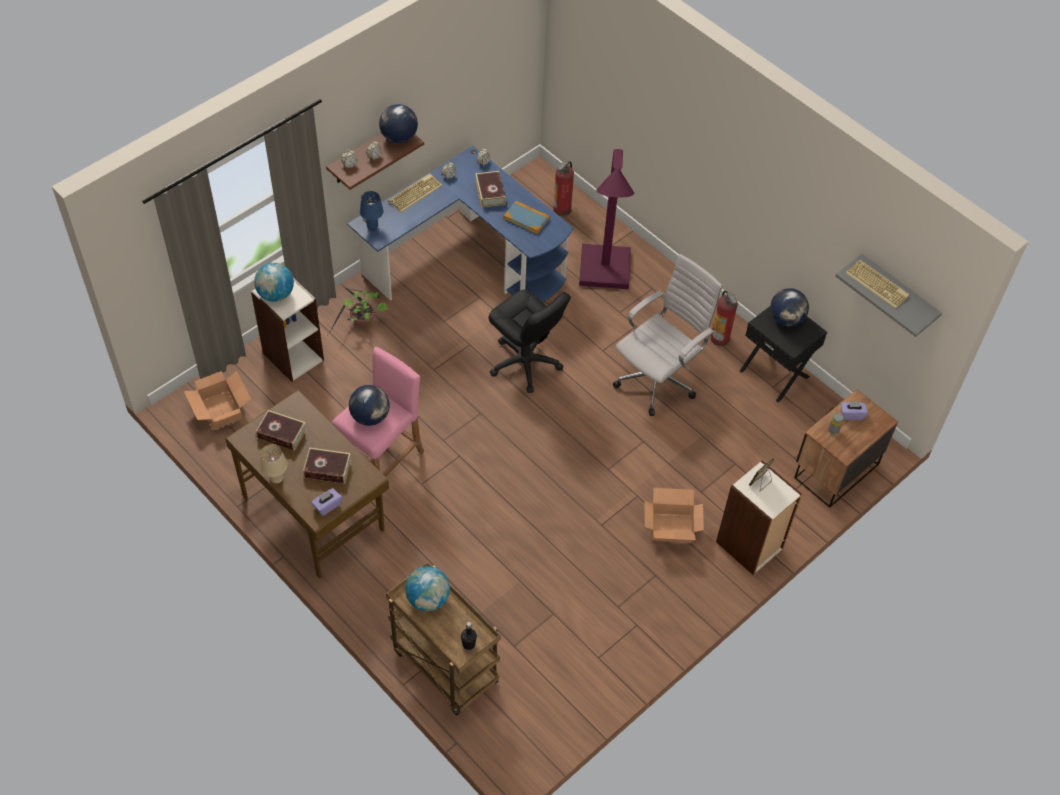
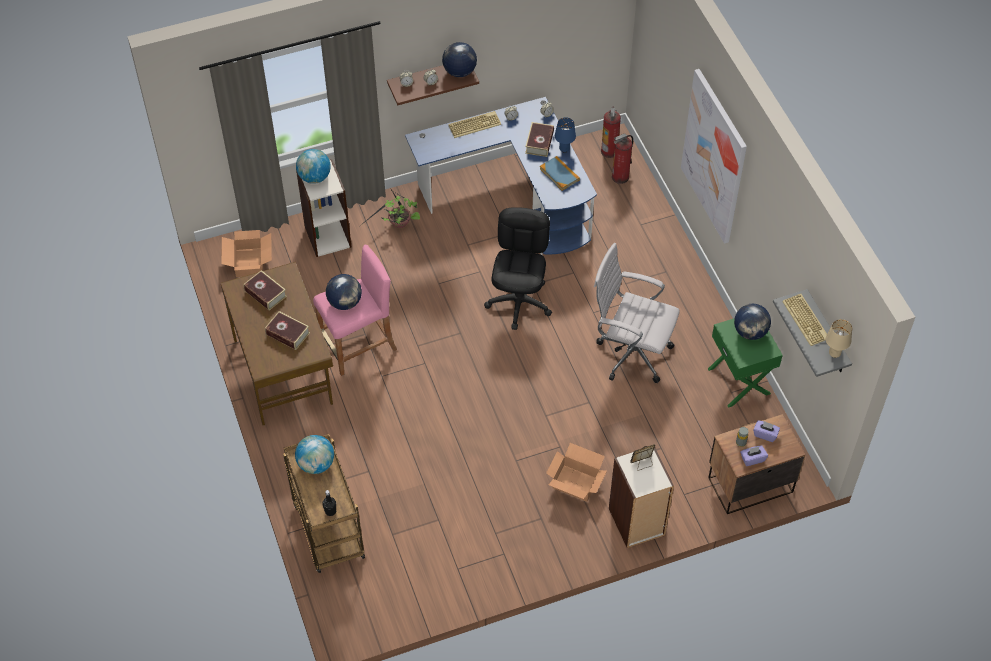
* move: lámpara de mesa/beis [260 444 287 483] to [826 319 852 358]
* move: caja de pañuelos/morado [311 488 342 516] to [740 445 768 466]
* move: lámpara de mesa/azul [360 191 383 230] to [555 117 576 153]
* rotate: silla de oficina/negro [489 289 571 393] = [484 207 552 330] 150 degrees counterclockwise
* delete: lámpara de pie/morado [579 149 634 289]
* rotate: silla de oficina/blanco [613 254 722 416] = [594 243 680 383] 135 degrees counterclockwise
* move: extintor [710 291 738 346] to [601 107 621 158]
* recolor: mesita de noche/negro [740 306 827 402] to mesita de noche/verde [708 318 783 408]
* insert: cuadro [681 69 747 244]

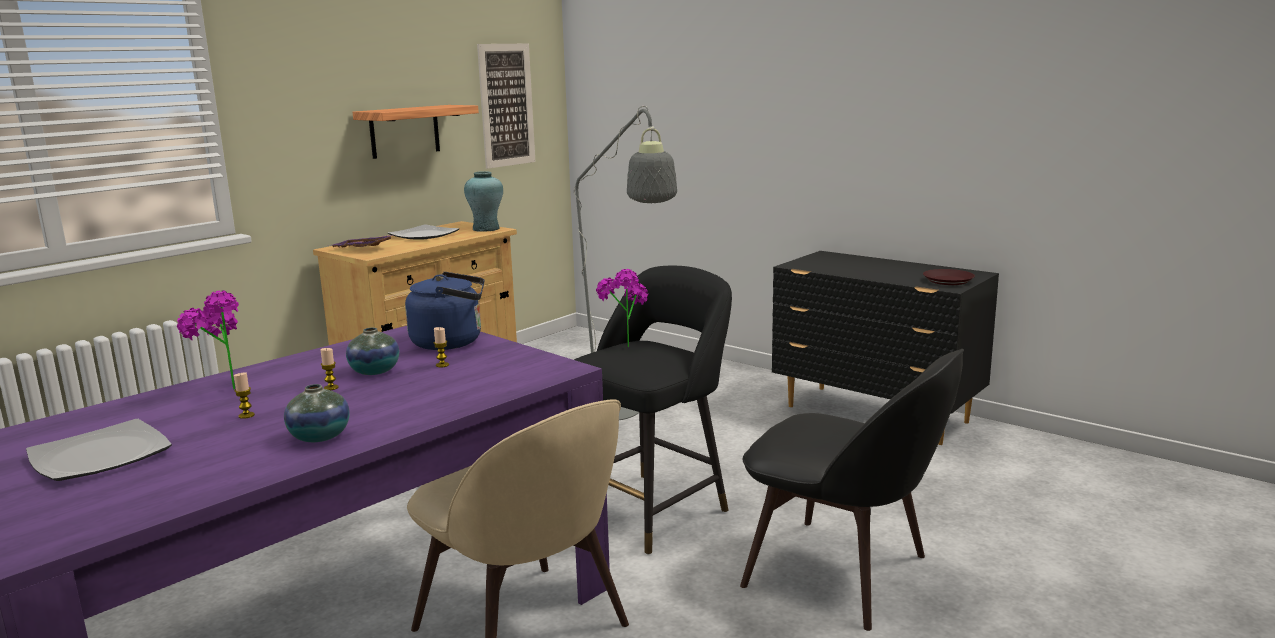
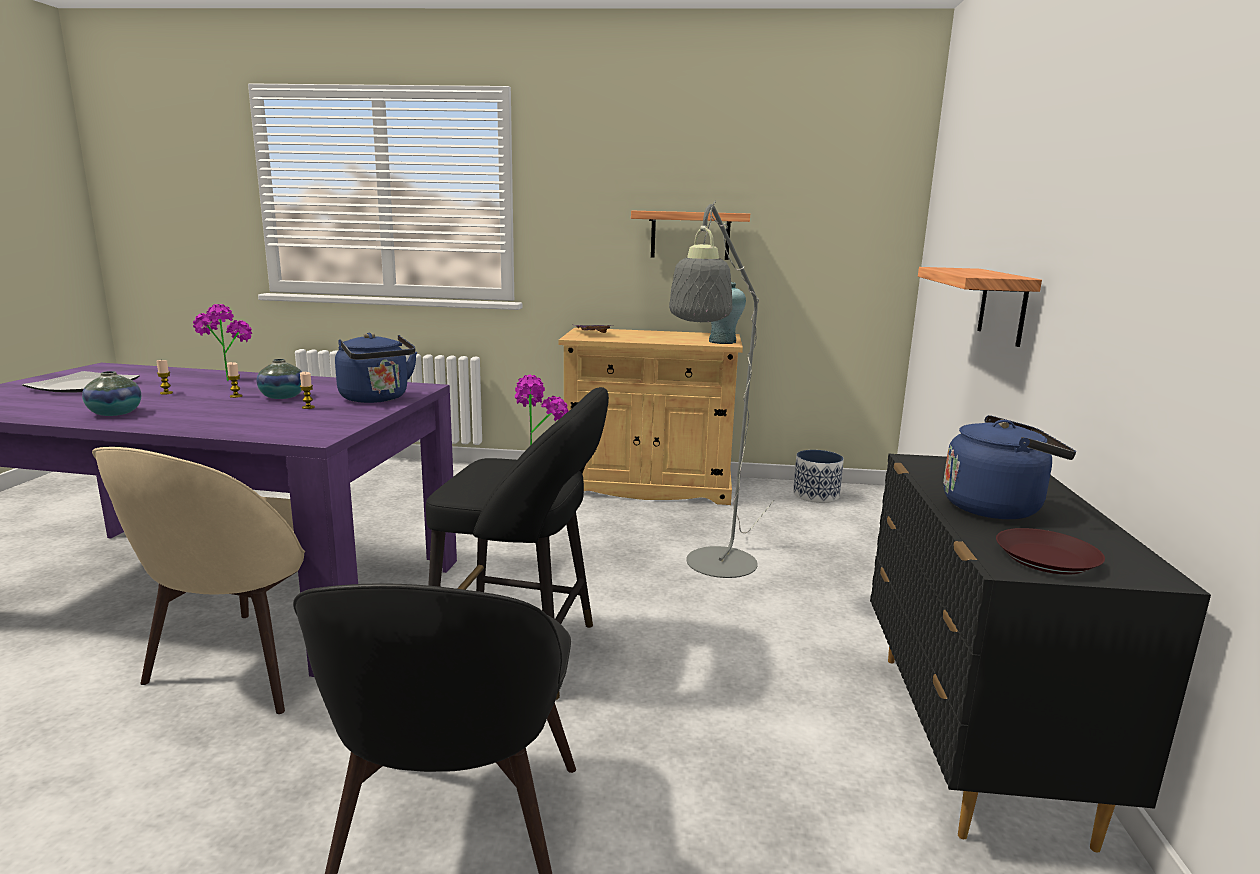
* delete: plato [388 224 459 239]
* delete: cuadro [477 44 536 169]
* insert: maceta [793 450 844 503]
* insert: estante [918 267 1042 347]
* insert: hervidor/azul [943 415 1076 519]

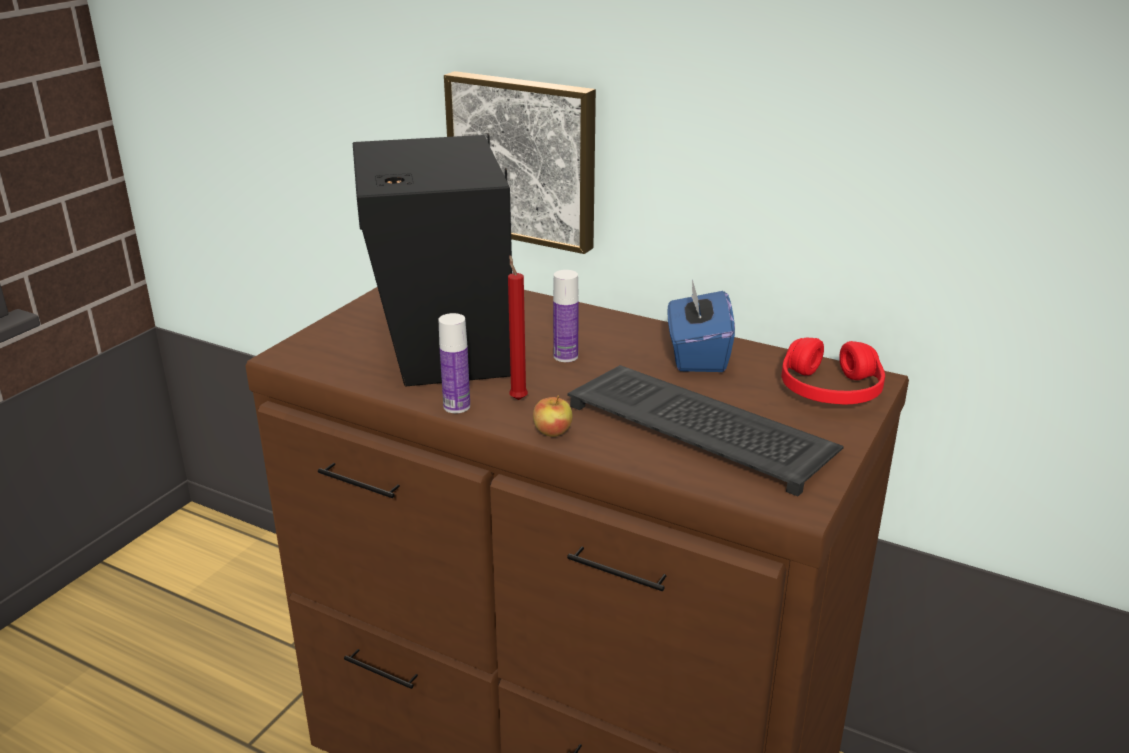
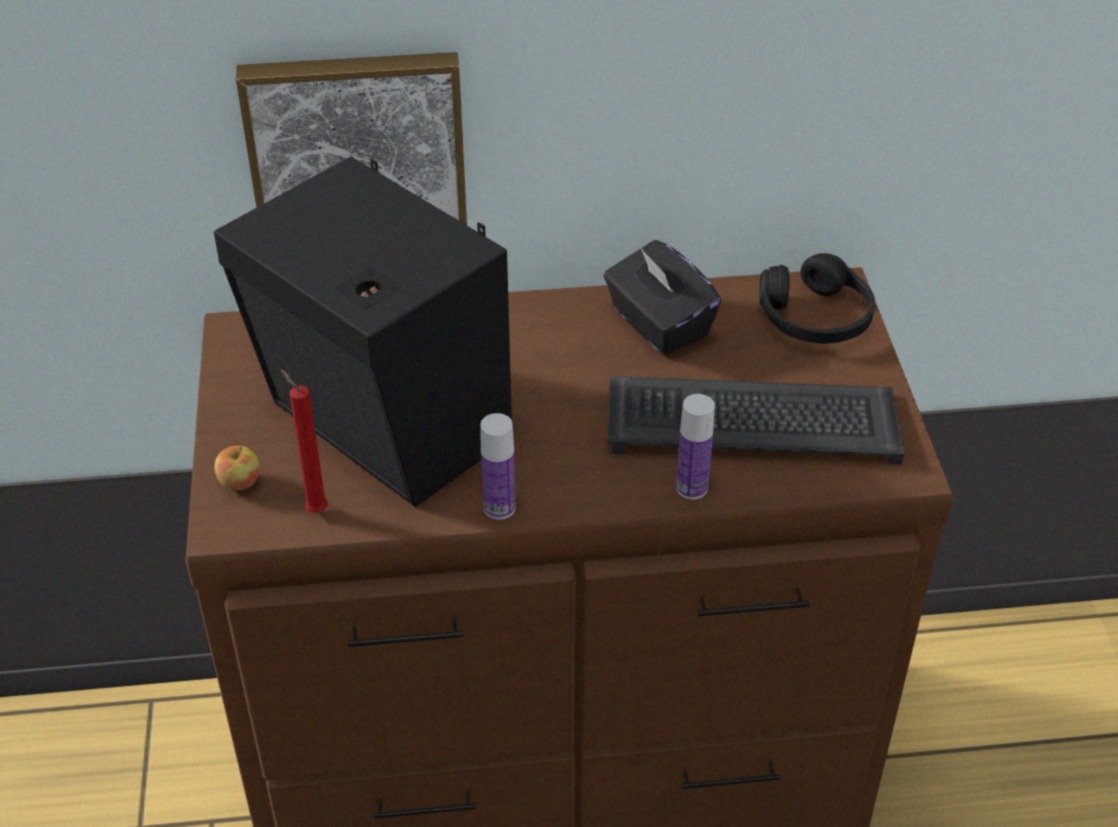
* move: vela/rojo [508 255 528 400] to [281 370 328 513]
* move: manzana [533 395 572 437] to [215 446 260 490]
* move: botella [553 270 579 362] to [676 394 715 500]
* recolor: caja de pañuelos/azul [668 280 735 372] to caja de pañuelos/negro [604 240 721 355]
* recolor: auriculares/rojo [782 338 885 404] to auriculares/negro [759 253 875 344]

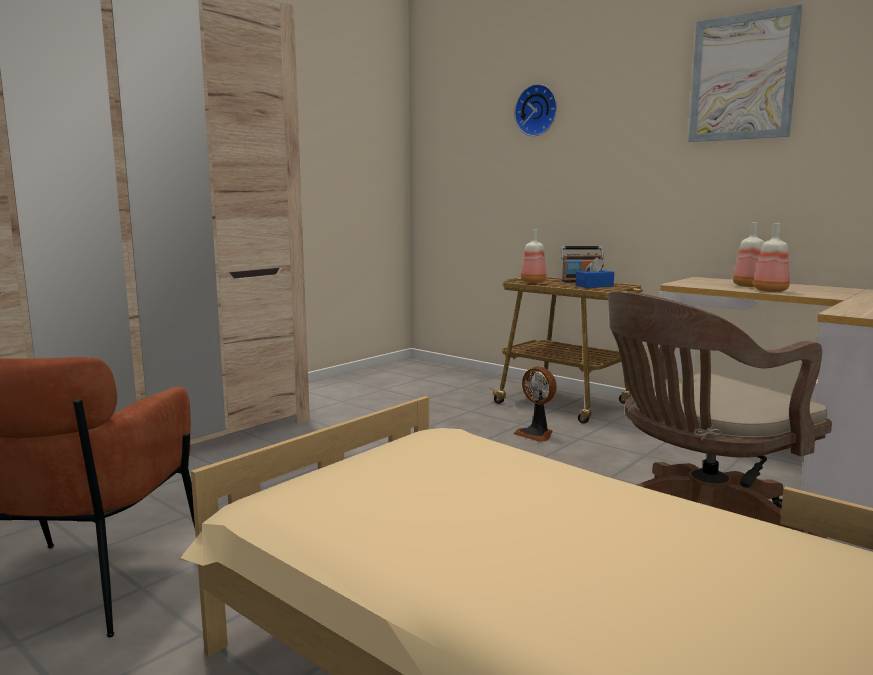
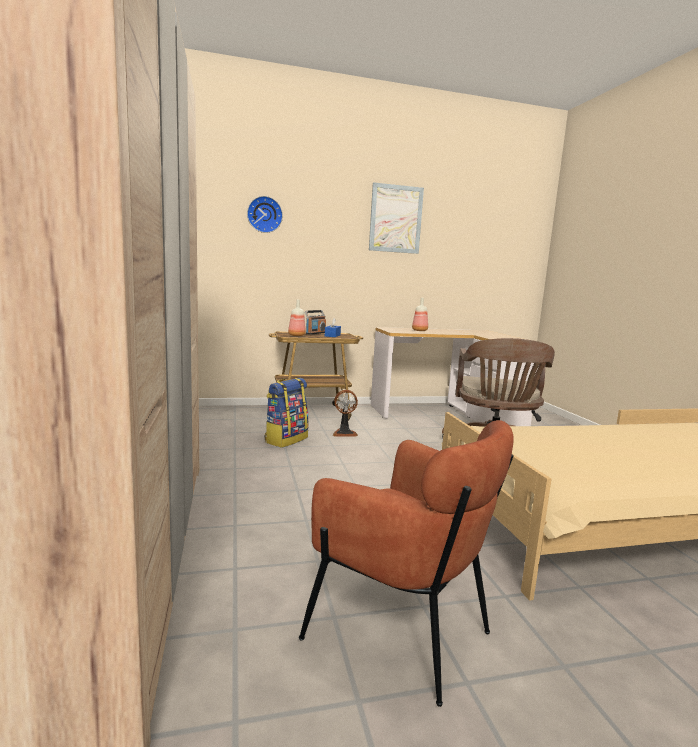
* delete: botella [753 223 790 292]
* insert: mochila [265 378 309 448]

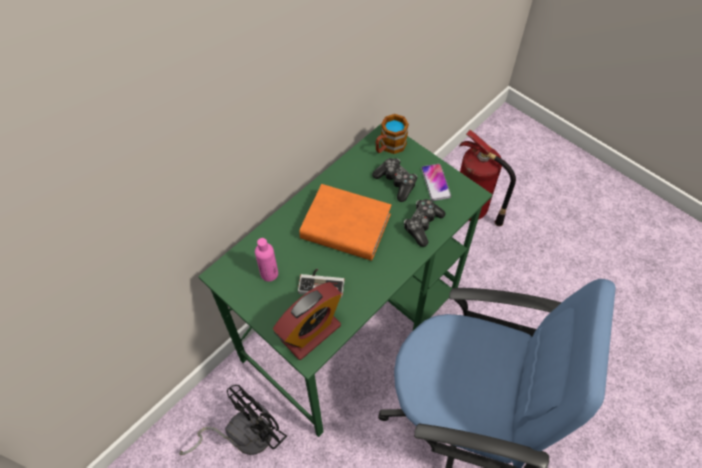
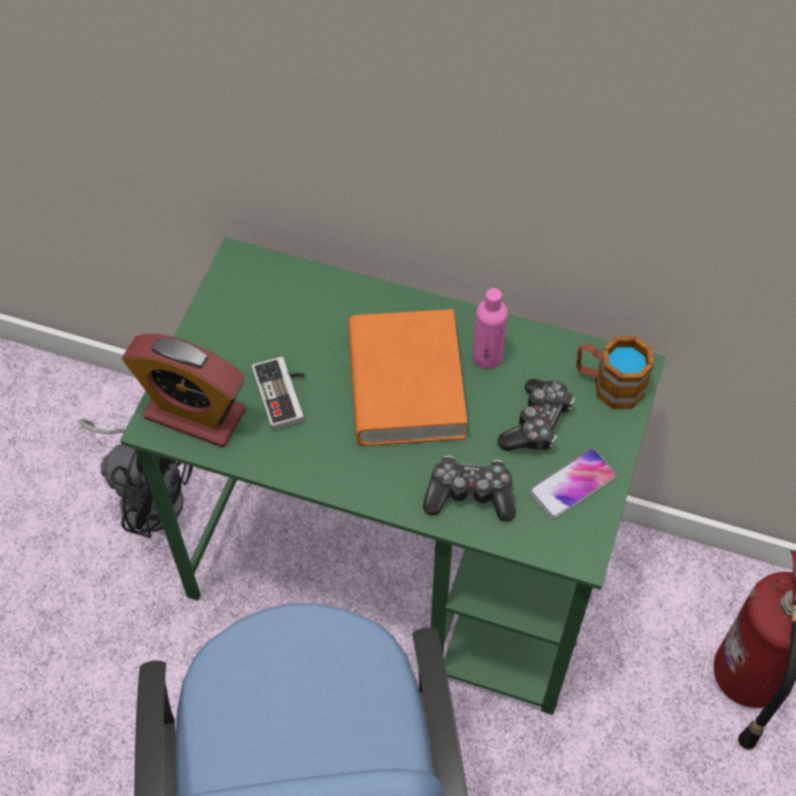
* move: botella/rosa [255 238 278 281] to [472 288 508 369]

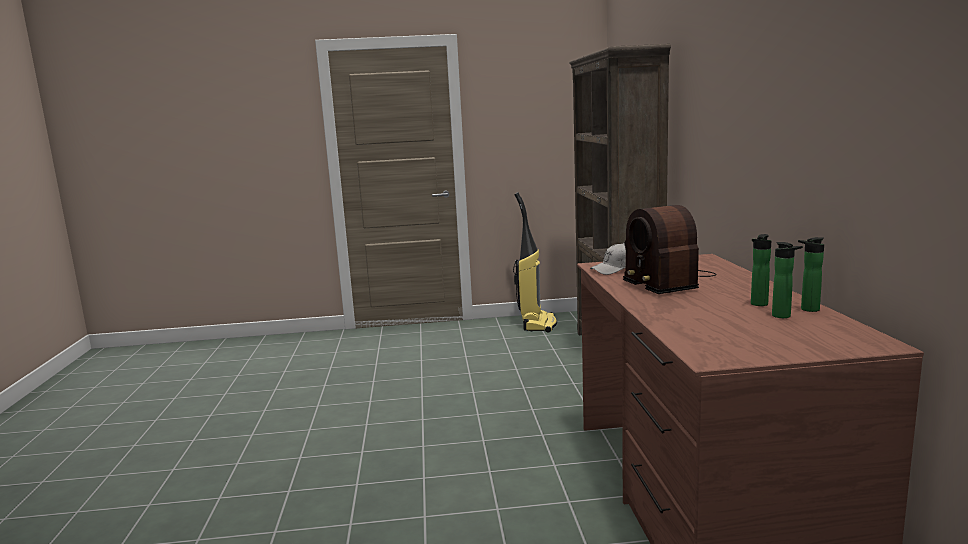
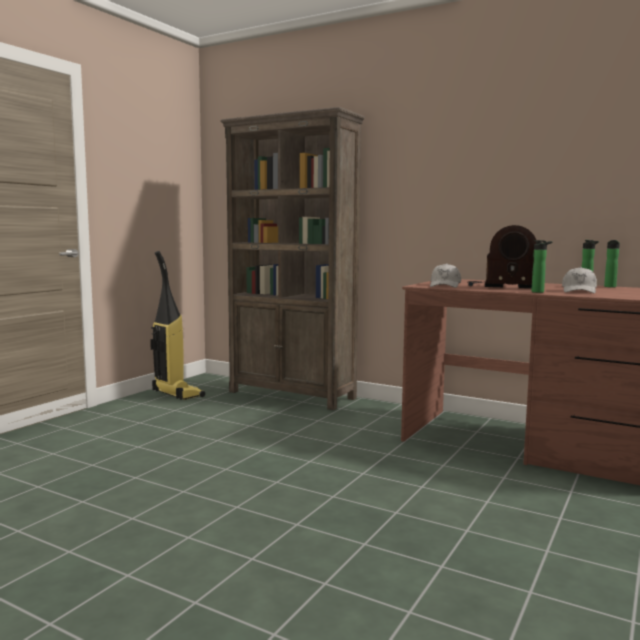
* move: botella [772 242 803 318] to [531 240 553 293]
* insert: gorra/blanco [562 267 597 293]

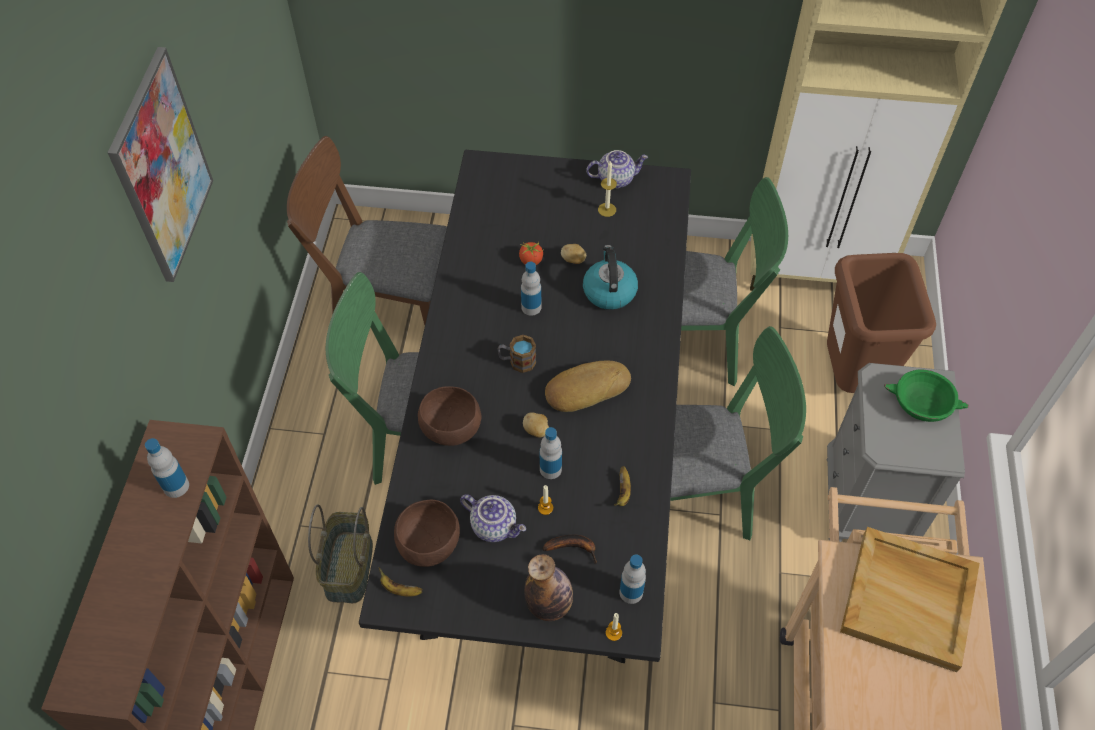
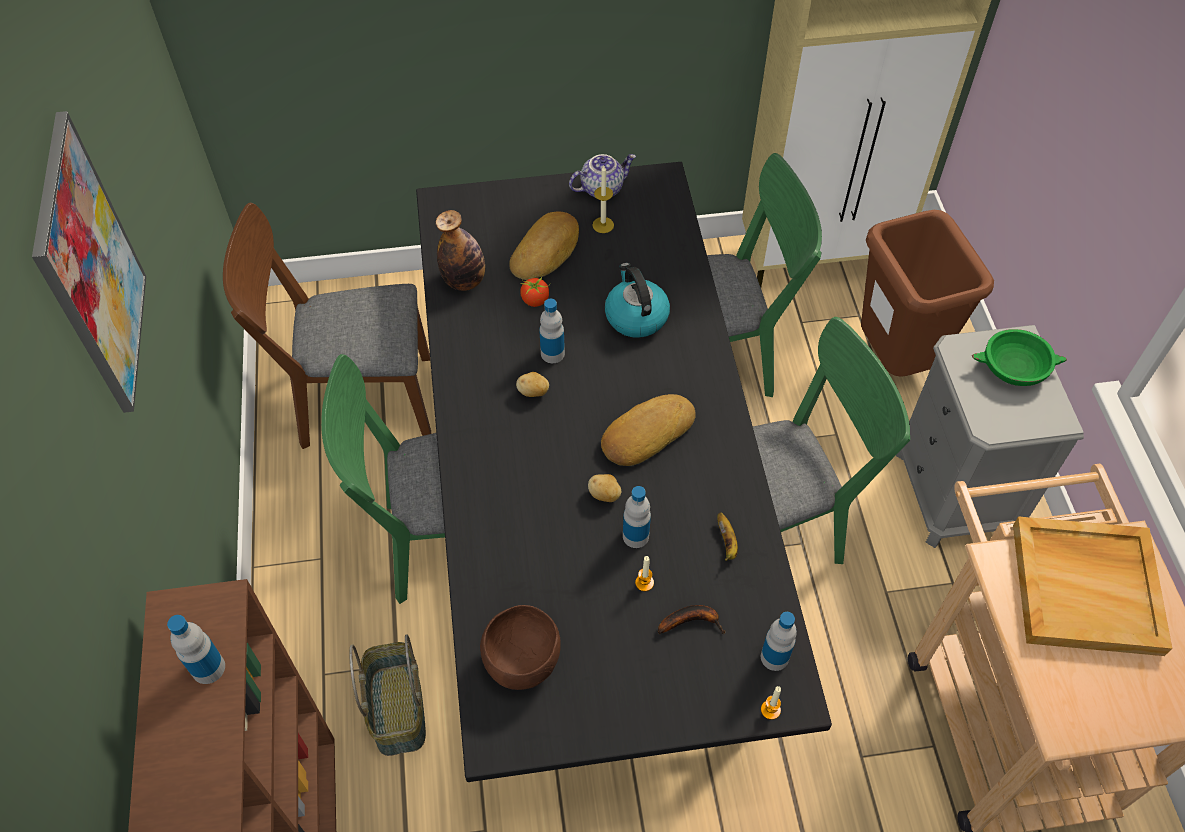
* delete: plátano [379 568 423 596]
* delete: cuenco/marrón [418 386 481 446]
* delete: tetera [460 494 526 542]
* delete: taza grande [498 334 536 373]
* move: botella [524 554 573 621] to [436 210 485 291]
* move: patata [561 244 586 264] to [516 372 549 397]
* insert: pan [509 211 579 280]

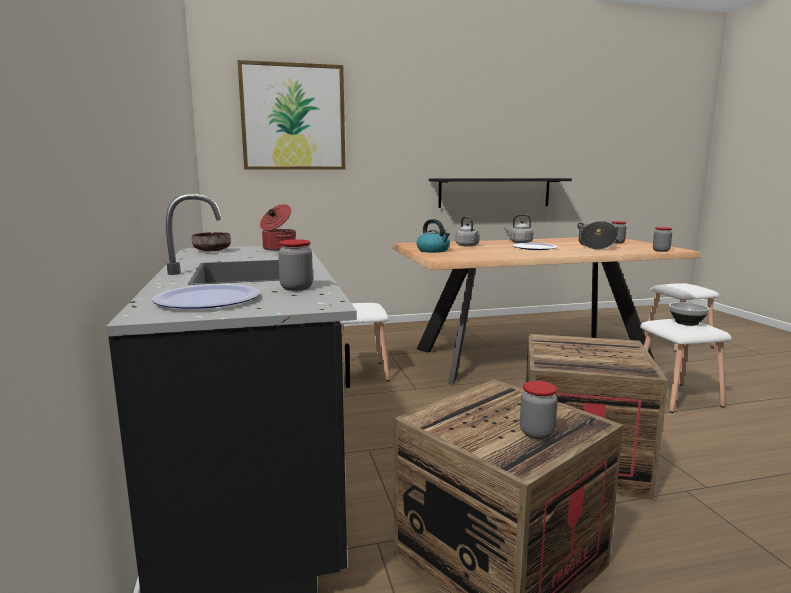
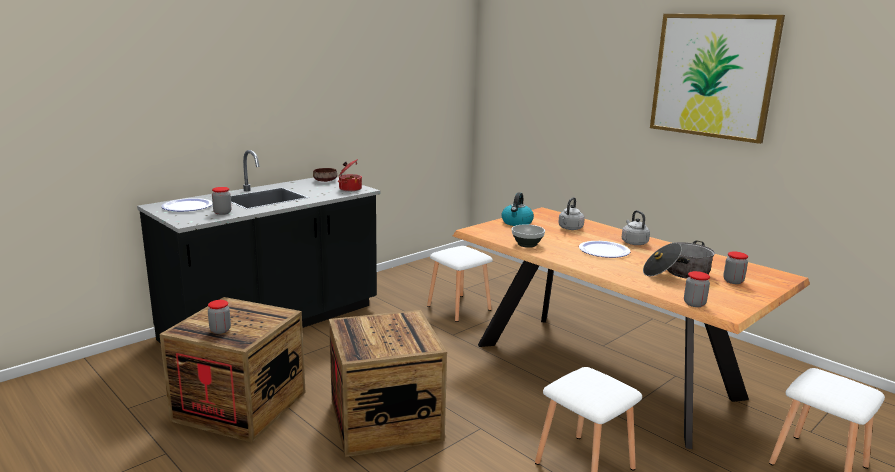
* move: cuadro [237 60 346 170] to [650 14 785 144]
* delete: estante/negro [429 178 572 208]
* move: cuenco [669 302 709 326] to [512 224 545 248]

